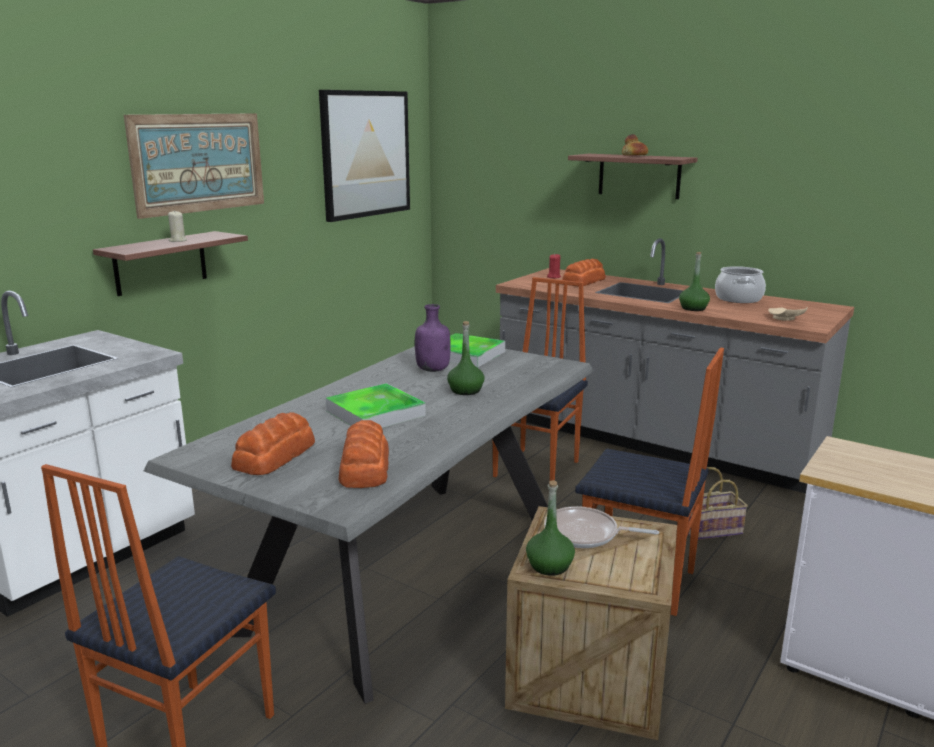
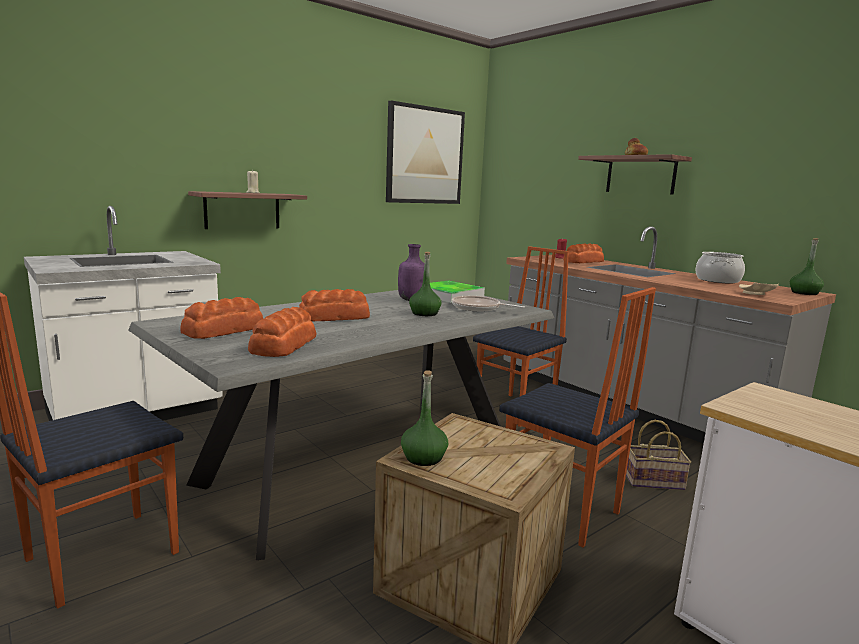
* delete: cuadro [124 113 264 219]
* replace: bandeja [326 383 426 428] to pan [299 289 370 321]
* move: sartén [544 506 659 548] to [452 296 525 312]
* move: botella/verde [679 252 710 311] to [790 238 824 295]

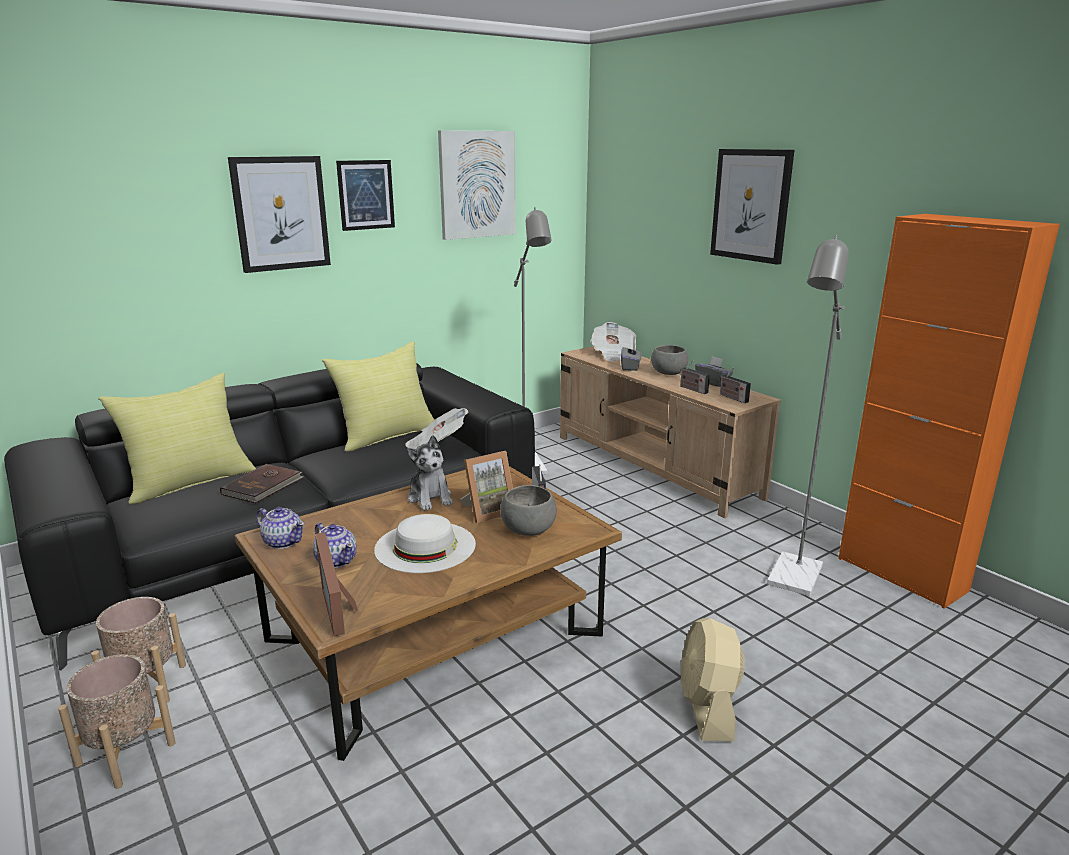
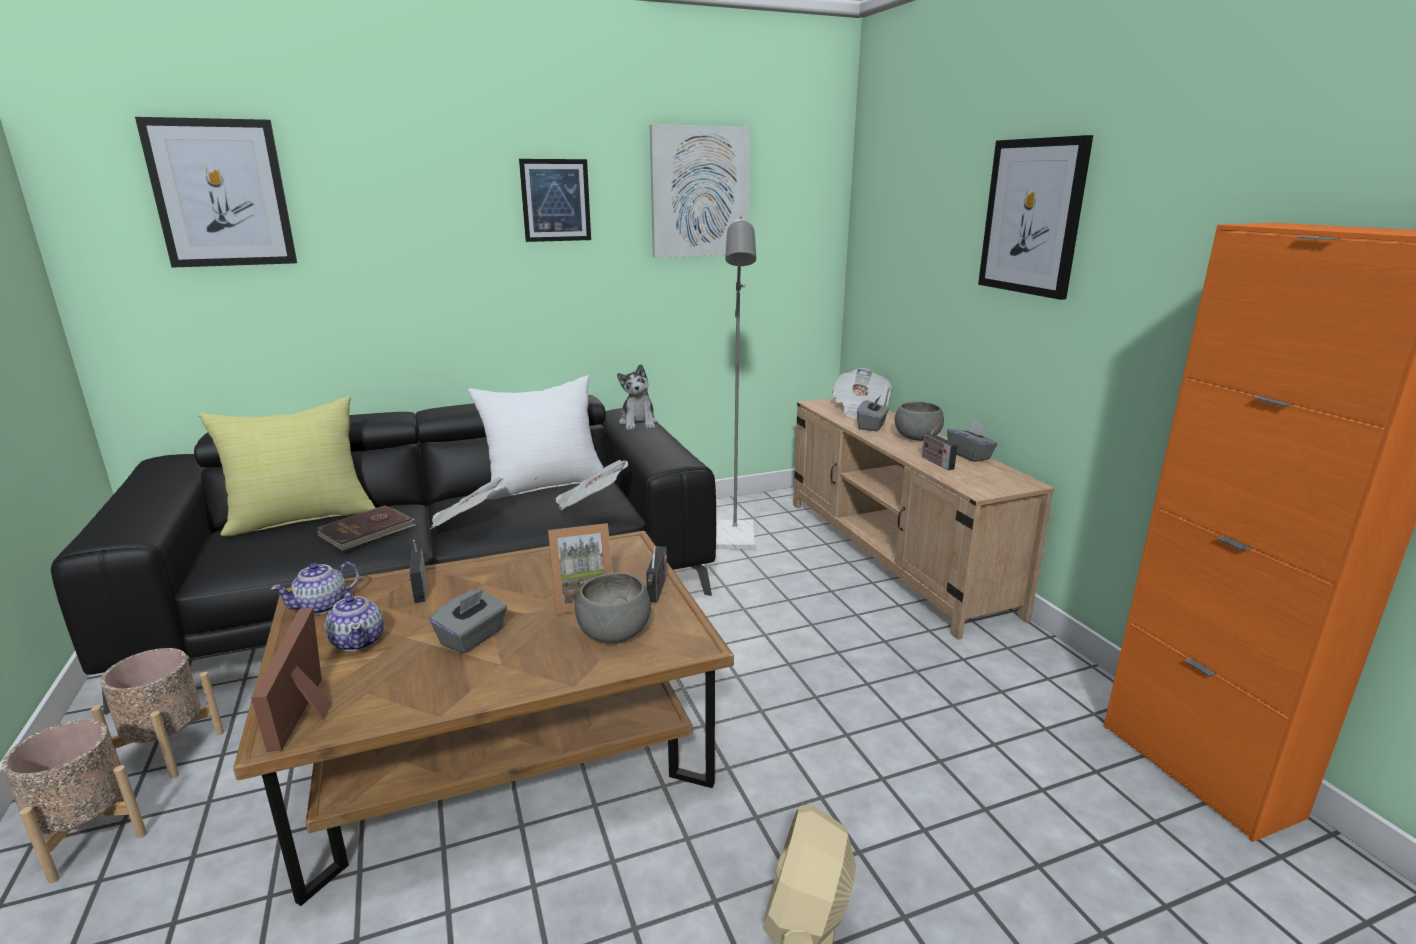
* move: cuadro [228 156 331 273] to [135 117 297 268]
* rotate: tetera [257 507 305 549] = [271 562 360 615] 90 degrees clockwise
* recolor: cojín/amarillo [322 341 435 451] to cojín/blanco [467 375 603 500]
* replace: sombrero/blanco [374 514 476 573] to caja de pañuelos/gris [430 589 507 654]
* move: peluche [407 435 453 511] to [617 364 658 430]
* move: radio [720 368 751 403] to [409 540 426 603]
* delete: lámpara de pie/gris [767 235 849 596]
* insert: periódico [431 477 504 529]

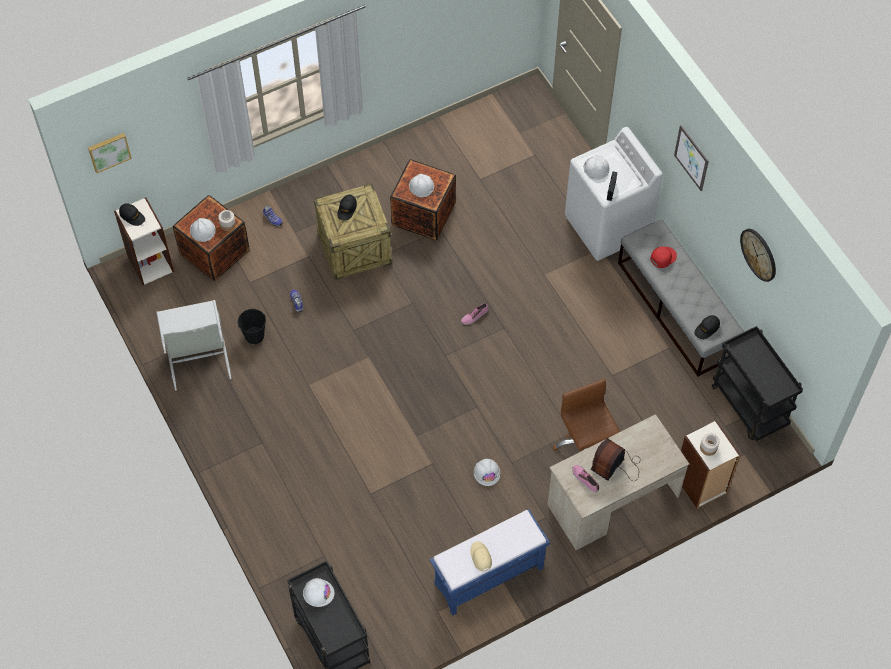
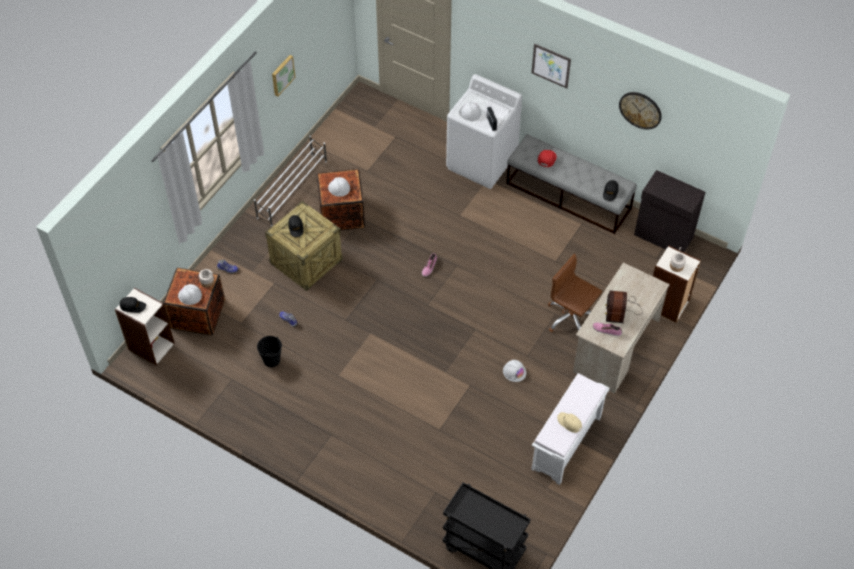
* move: cuadro [88 133 132 173] to [272 55 295 97]
* delete: cesto de la ropa/gris [156 300 232 391]
* delete: casco/blanco [303 578 335 607]
* recolor: banco/azul [430 509 550 616] to banco/blanco [531 374 609 485]
* replace: carrito/negro [712 326 803 441] to armario/negro [634 170 705 252]
* insert: zapatero/blanco [254 136 327 226]

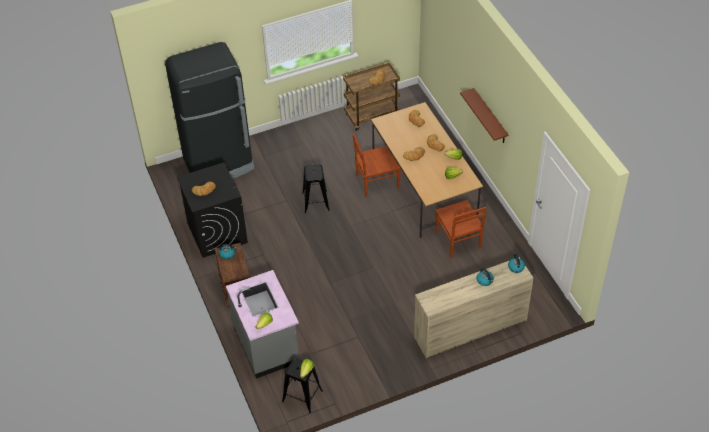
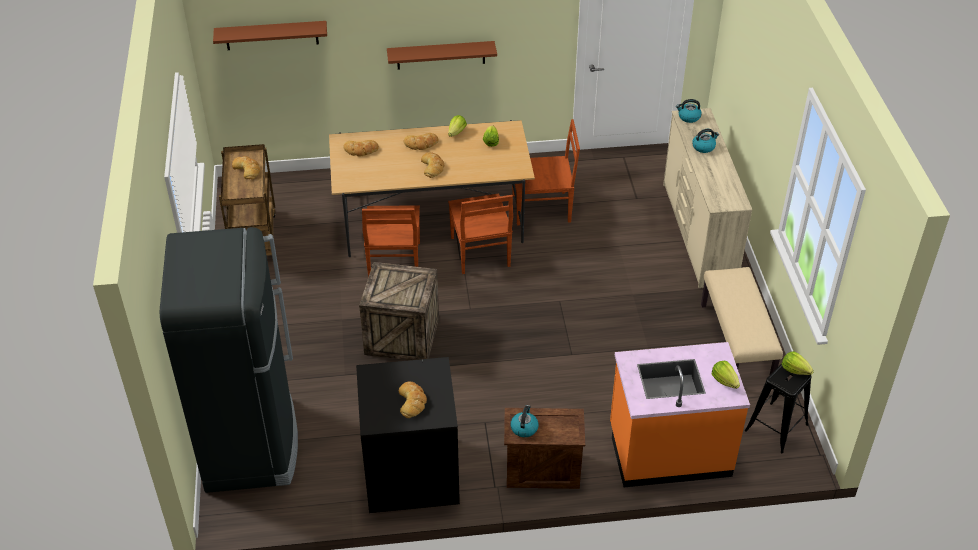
* recolor: mueble bajo de cocina/gris [226 270 299 378] to mueble bajo de cocina/naranja [610 342 750 487]
* replace: taburete/negro [302 164 330 213] to caja de embalaje [359 262 439 360]
* insert: estante/marrón [213 21 327 50]
* insert: silla/marrón [448 193 513 274]
* insert: banco/beis [701 267 783 376]

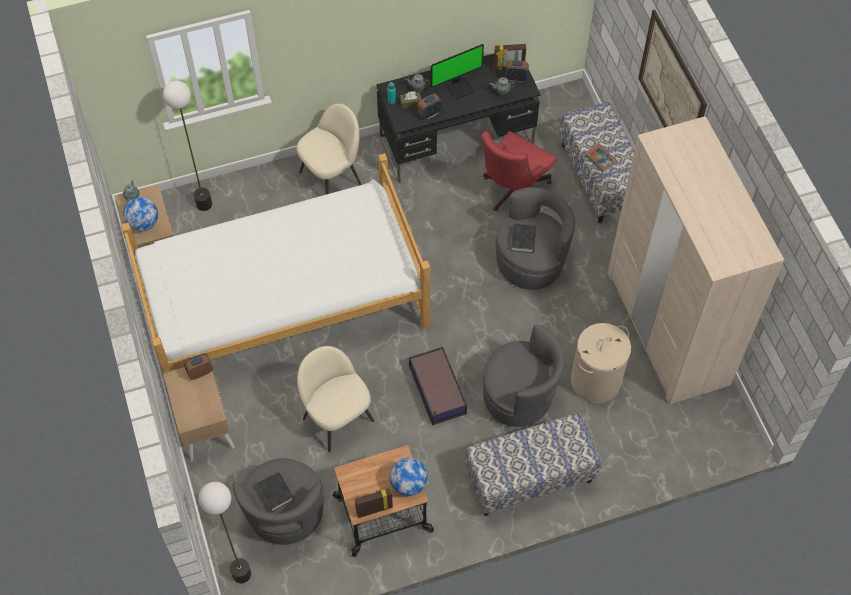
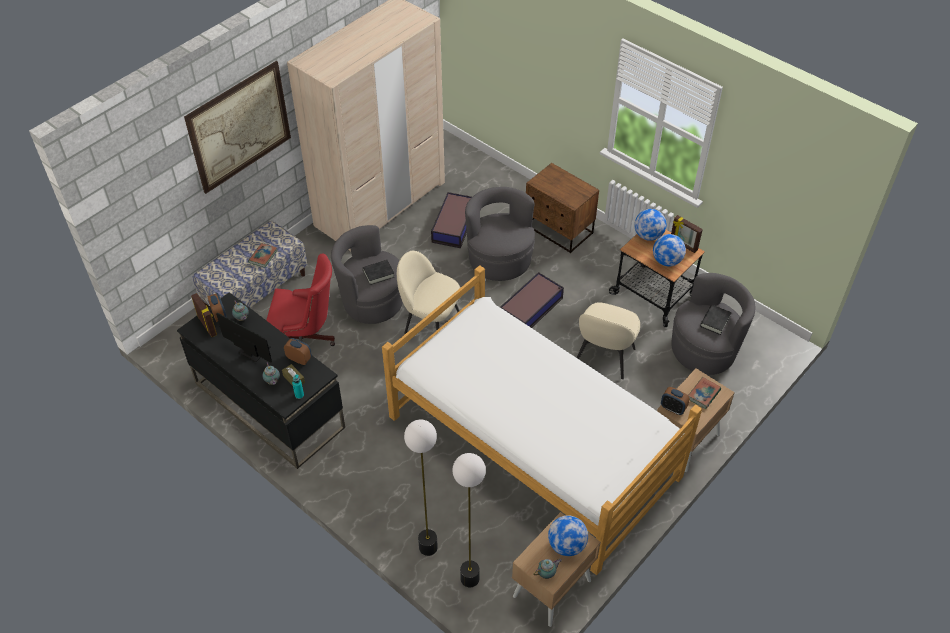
* move: lámpara de pie [198 482 251 583] to [404 420 438 556]
* move: silla/beis [297 103 361 195] to [397 251 460 335]
* replace: banco [465 413 601 516] to mesita de noche/marrón [526 163 599 253]
* replace: cesto de la ropa/beis [571 323 631 403] to caja de almacenaje [431 192 472 248]
* insert: globo terráqueo [653 234 686 266]
* insert: libro [688 377 721 409]

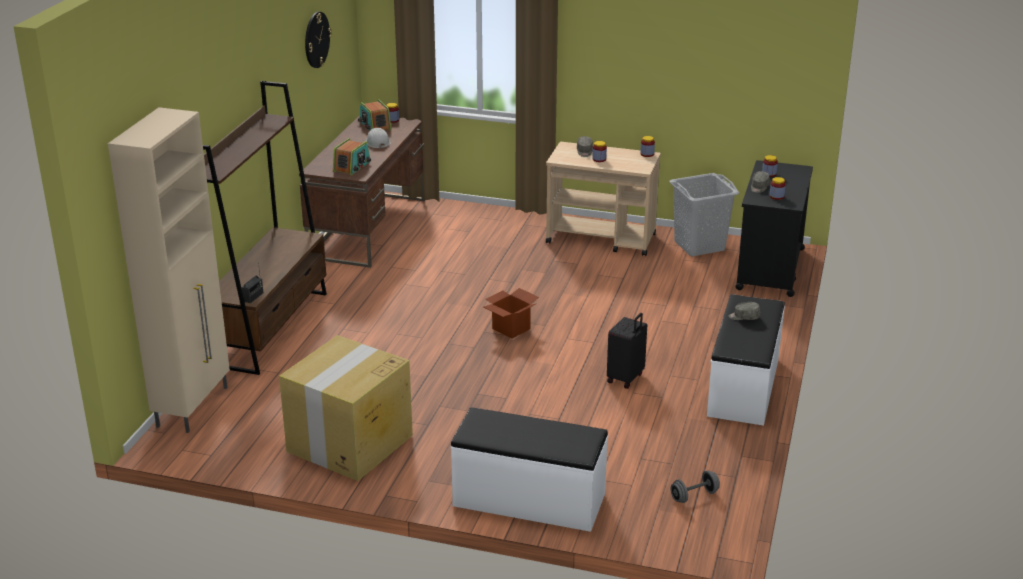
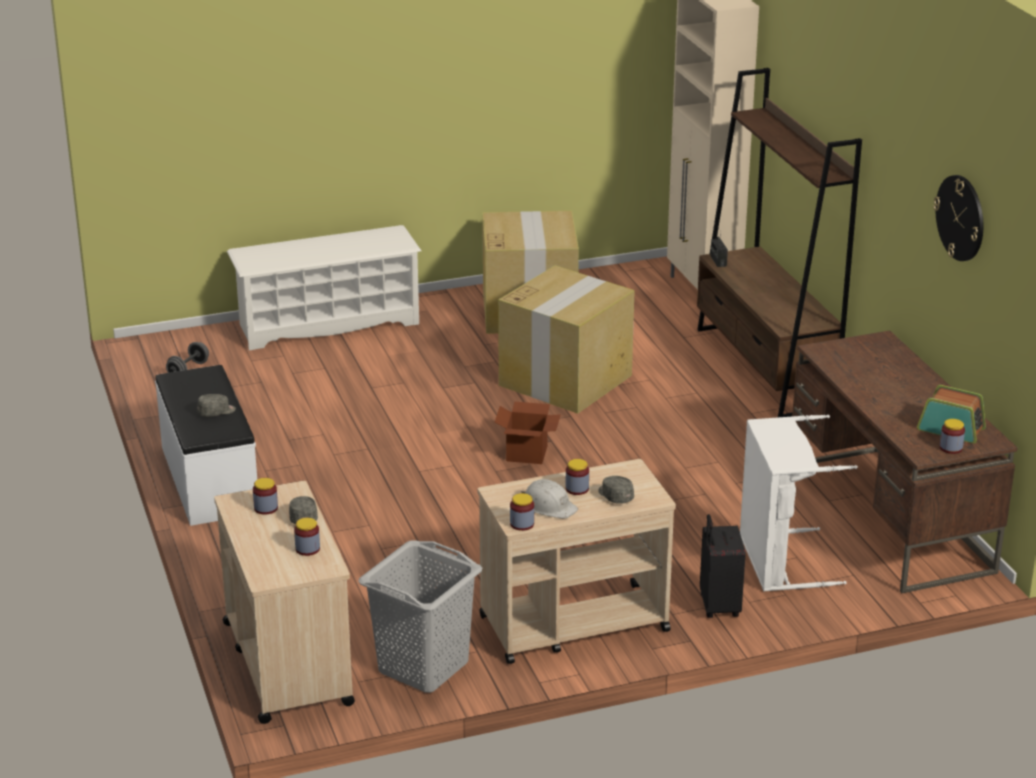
* delete: radio [333 138 371 175]
* move: casco/blanco [366 128 391 149] to [521 479 578 519]
* replace: banco/blanco [451 407 608 532] to zapatero/blanco [227 225 421 350]
* move: maleta/negro [607 313 647 389] to [700 514 746 618]
* recolor: carrito/negro [736 160 813 297] to carrito/beis [214 481 355 724]
* insert: caja de cartón [498 265 635 414]
* insert: cesto de la ropa/blanco [740 415 858 592]

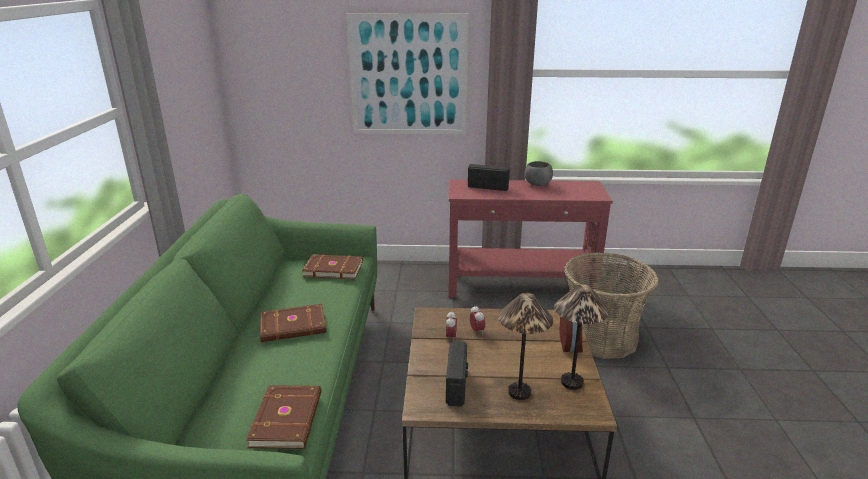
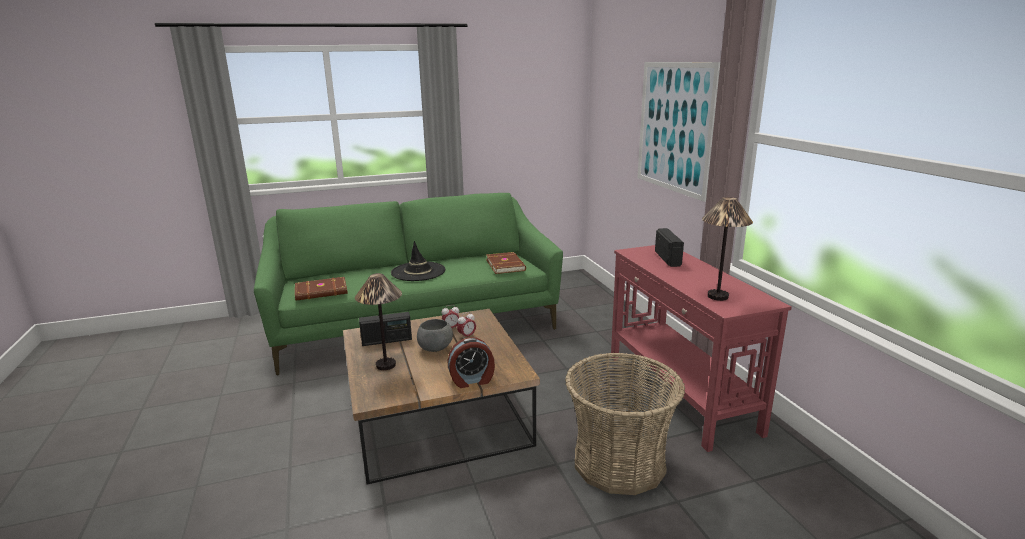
* replace: libro/marrón [260 304 327 342] to sombrero/negro [391 241 445 281]
* move: cuenco/gris [525 161 553 186] to [417 319 453 352]
* move: lámpara de mesa [554 284 609 390] to [702 197 753 301]

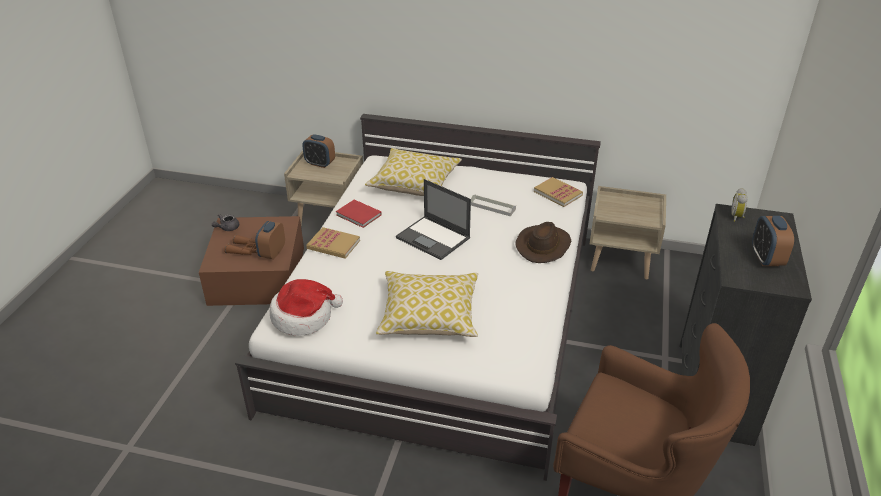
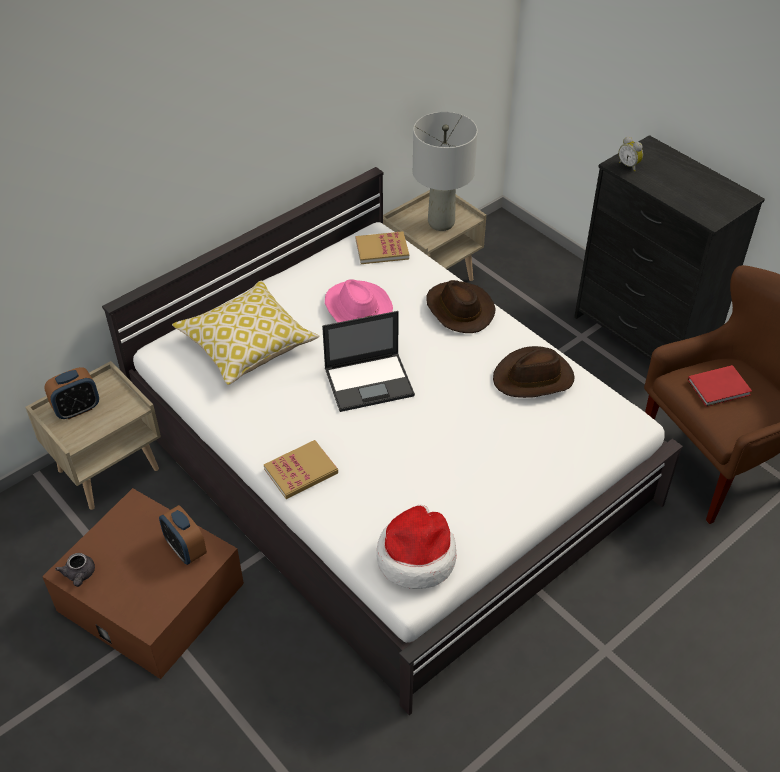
* delete: prismáticos/marrón [224 235 257 255]
* move: libro/rojo [336 200 382 228] to [688 365 752 407]
* delete: cojín [376 271 478 337]
* replace: bandeja/gris [471 195 516 216] to sombrero/rosa [325 279 393 323]
* delete: despertador [752 216 794 266]
* insert: lámpara de mesa/gris [413 112 478 231]
* insert: sombrero/marrón [493 346 575 398]

